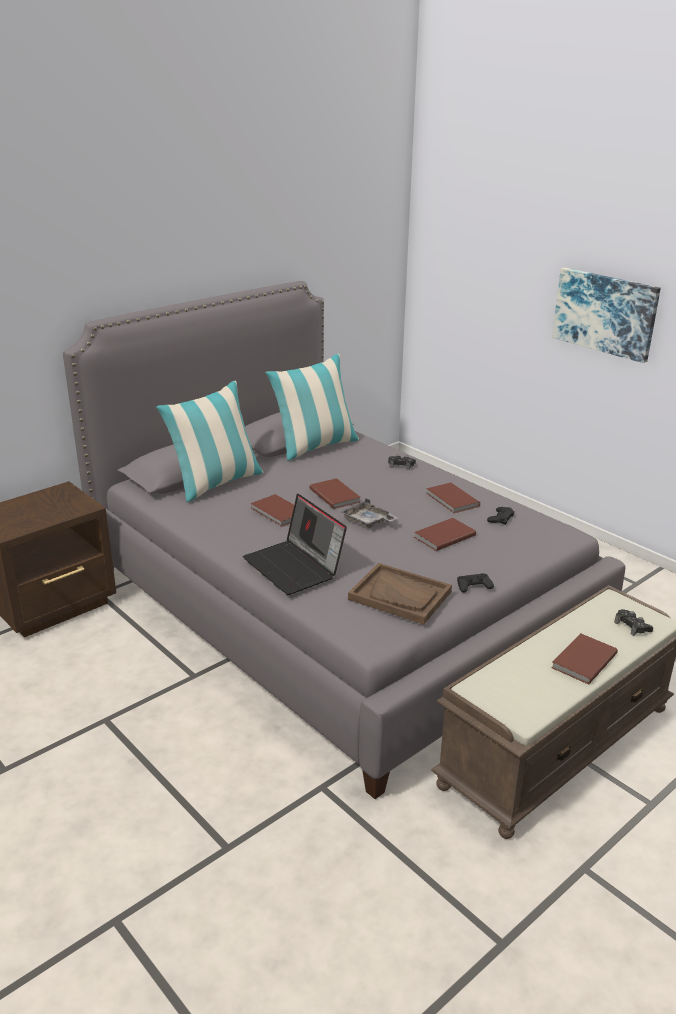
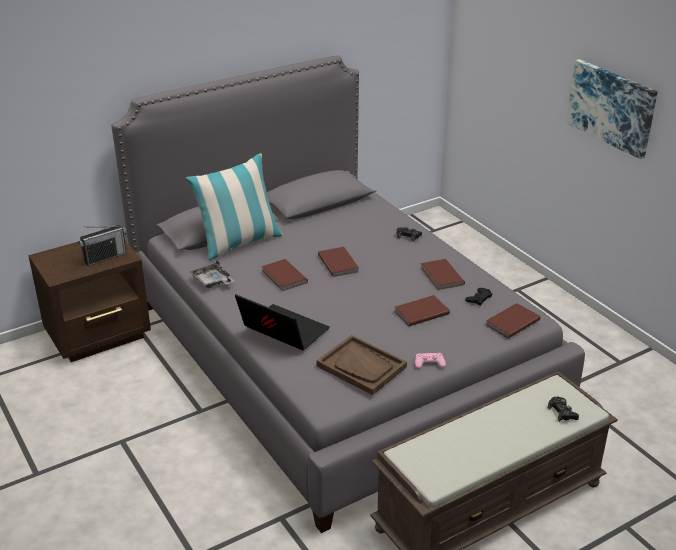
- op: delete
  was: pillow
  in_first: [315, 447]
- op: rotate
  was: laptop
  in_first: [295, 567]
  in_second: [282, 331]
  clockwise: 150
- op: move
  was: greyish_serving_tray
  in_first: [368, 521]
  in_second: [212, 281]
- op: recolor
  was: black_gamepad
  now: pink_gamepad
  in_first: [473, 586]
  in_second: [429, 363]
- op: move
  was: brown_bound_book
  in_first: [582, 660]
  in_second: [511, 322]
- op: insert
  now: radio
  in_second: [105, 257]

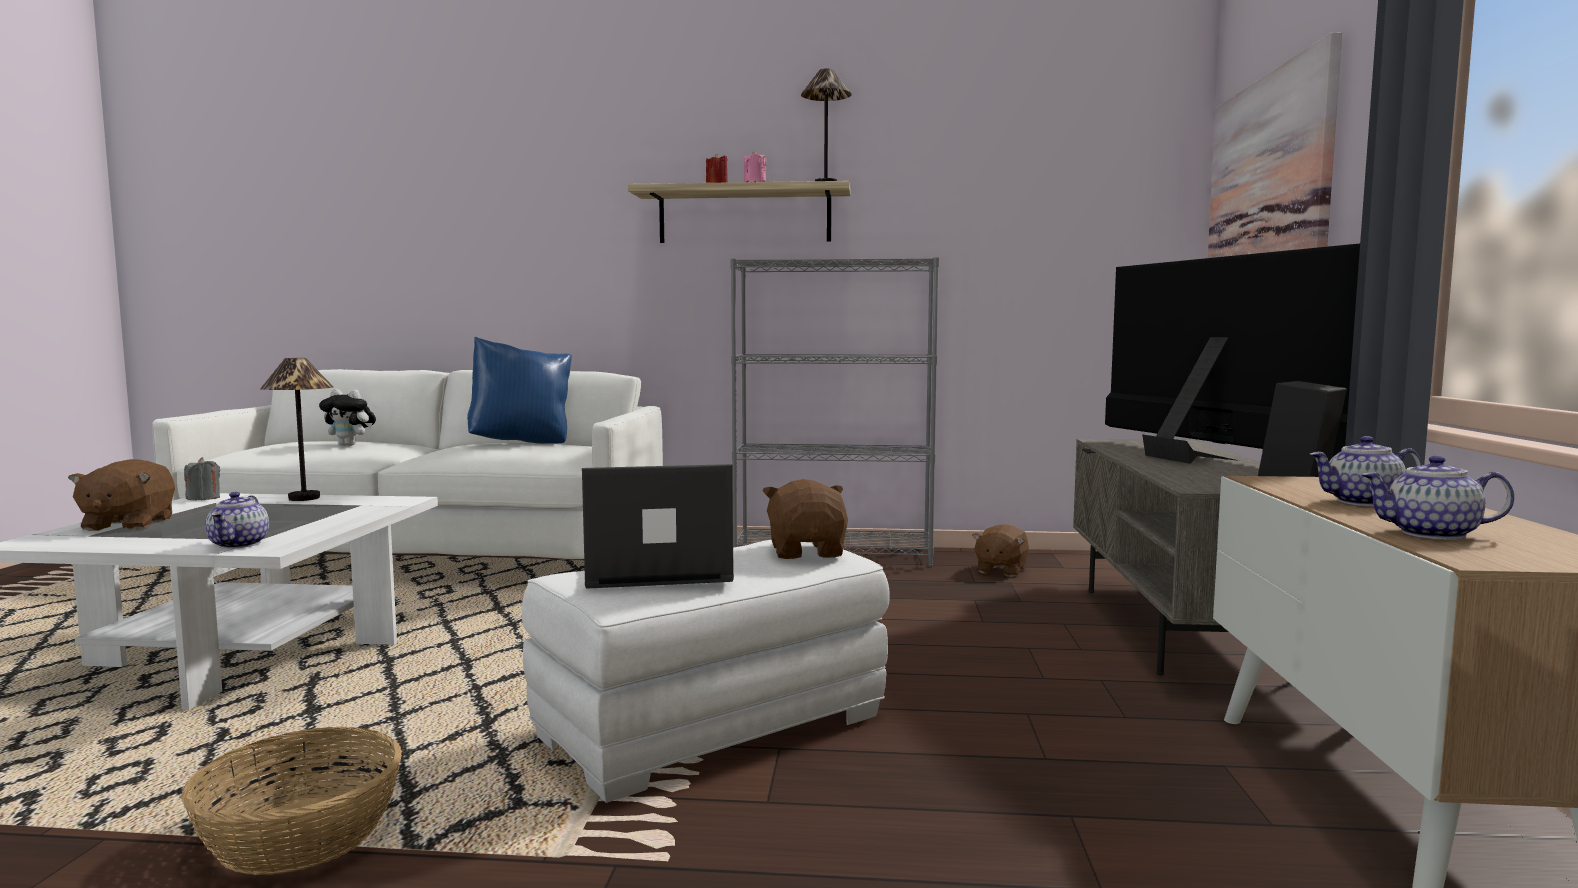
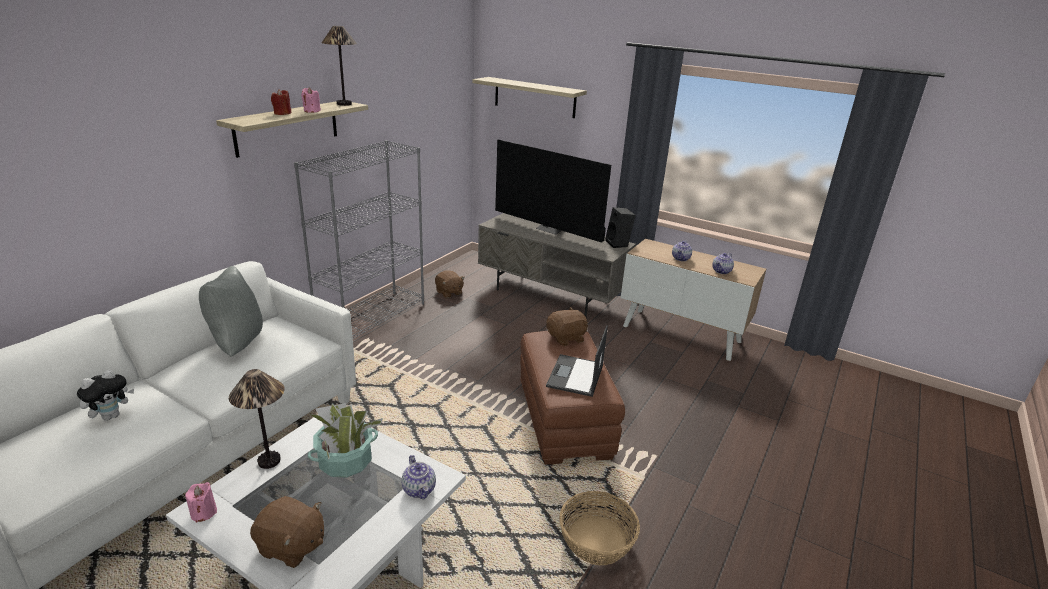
- op: replace
  was: picture
  now: wall_shelf
  in_first: [1268, 178]
  in_second: [534, 97]
- op: rotate
  was: TV
  in_first: [1198, 457]
  in_second: [550, 229]
  clockwise: -150
- op: recolor
  was: bluish_pillow
  now: greyish_pillow
  in_first: [522, 443]
  in_second: [237, 344]
- op: recolor
  was: greyish_candle
  now: pink_candle
  in_first: [203, 498]
  in_second: [203, 512]
- op: rotate
  was: brown_plush_toy
  in_first: [807, 552]
  in_second: [566, 338]
  clockwise: 135
- op: rotate
  was: pot_for_tea
  in_first: [240, 544]
  in_second: [419, 489]
  clockwise: 45
- op: recolor
  was: white-coloured_pouffe
  now: brown_pouffe
  in_first: [710, 728]
  in_second: [565, 420]
- op: insert
  now: potted_plant
  in_second: [345, 462]

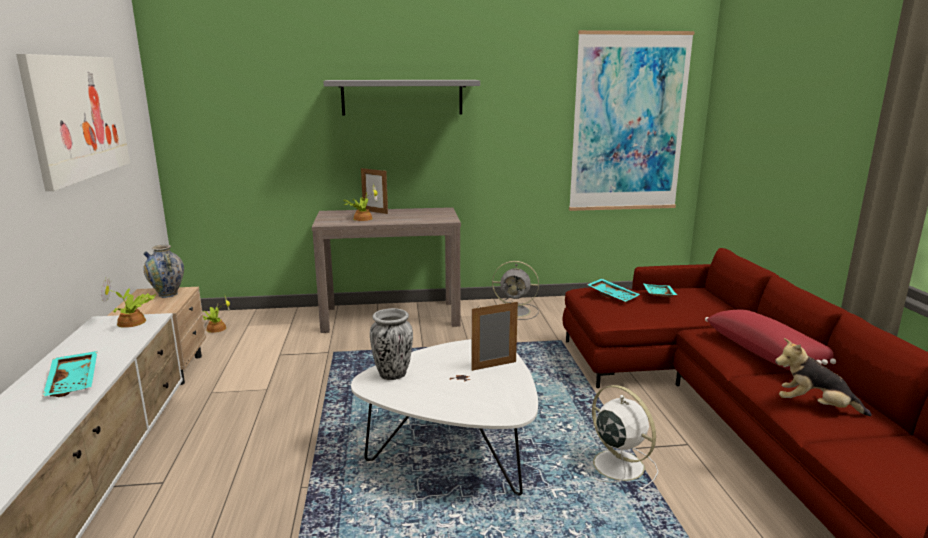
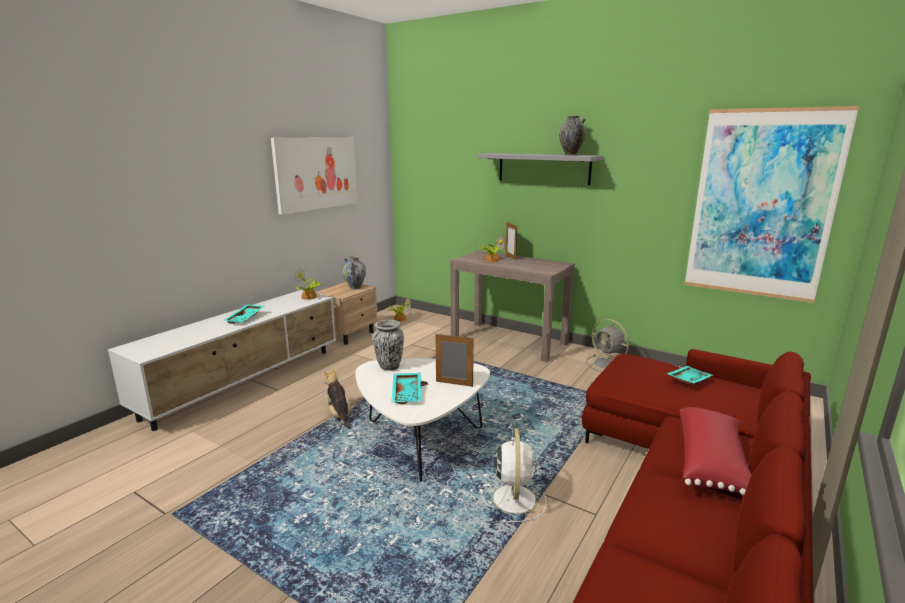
- op: move
  was: turquoise-coloured_serving_tray
  in_first: [613, 296]
  in_second: [408, 393]
- op: move
  was: plush_toy
  in_first: [814, 407]
  in_second: [339, 415]
- op: insert
  now: flower_vase
  in_second: [571, 155]

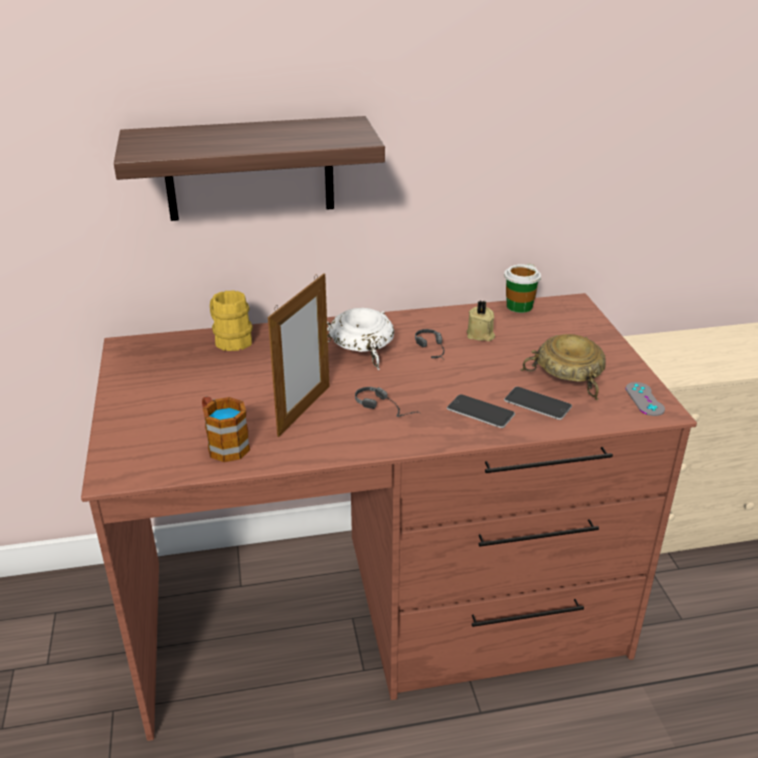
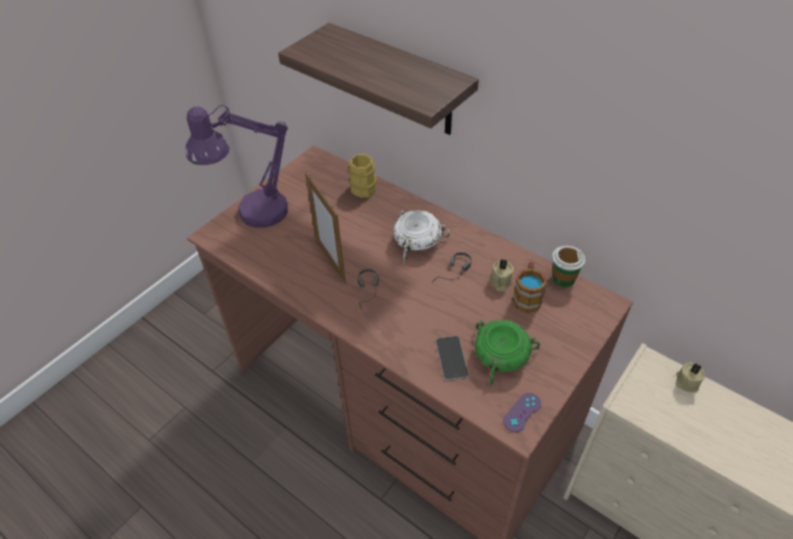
- op: rotate
  was: picture_frame
  in_first: [304, 410]
  in_second: [330, 261]
  clockwise: 75
- op: recolor
  was: sand-coloured_deep_dish
  now: green-coloured_deep_dish
  in_first: [566, 377]
  in_second: [500, 354]
- op: recolor
  was: greyish_gamepad
  now: purple_gamepad
  in_first: [644, 399]
  in_second: [522, 412]
- op: delete
  was: phone
  in_first: [480, 411]
- op: move
  was: mug
  in_first: [224, 444]
  in_second: [527, 296]
- op: insert
  now: purple_table_lamp
  in_second: [254, 215]
- op: insert
  now: sand-coloured_candle
  in_second: [686, 382]

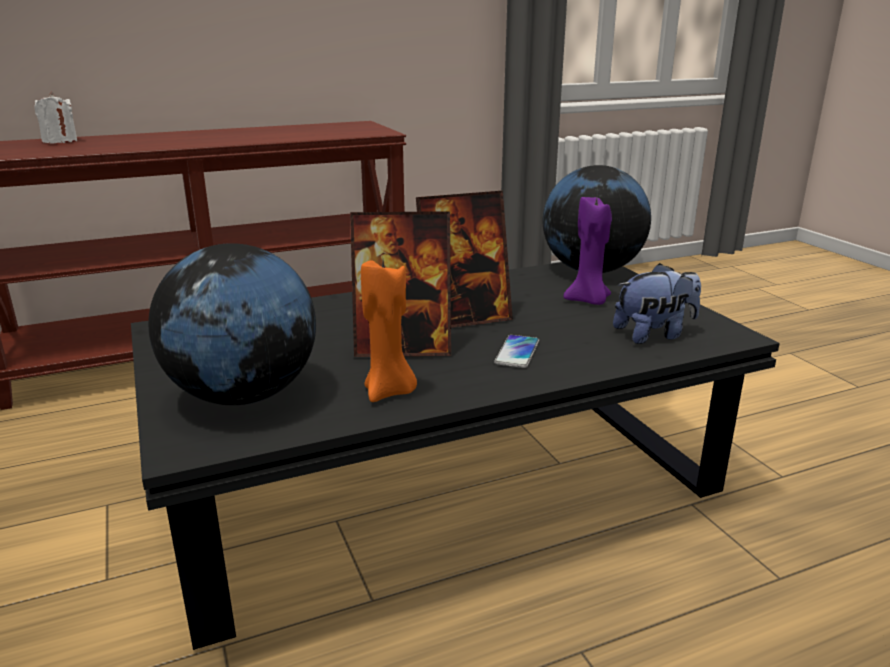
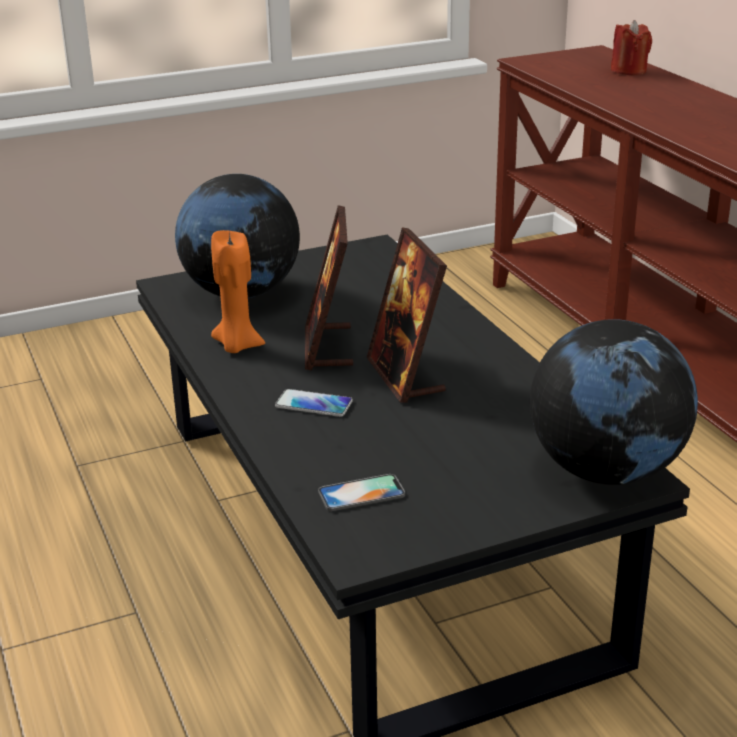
- op: recolor
  was: white-coloured_candle
  now: red_candle
  in_first: [60, 141]
  in_second: [629, 71]
- op: delete
  was: purple_candle
  in_first: [588, 301]
- op: replace
  was: plush_toy
  now: phone
  in_first: [654, 334]
  in_second: [361, 493]

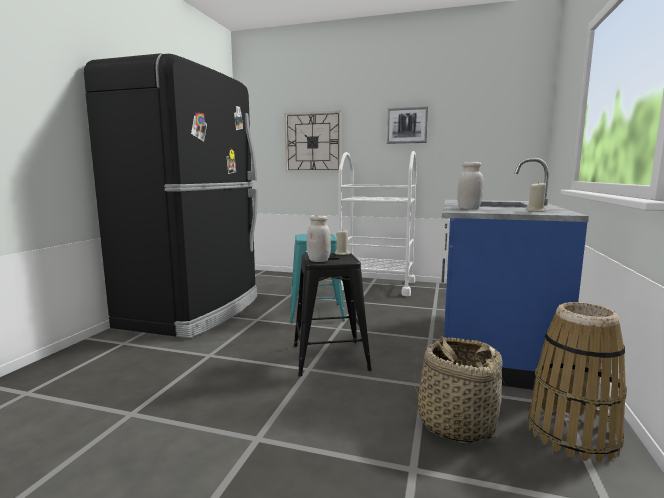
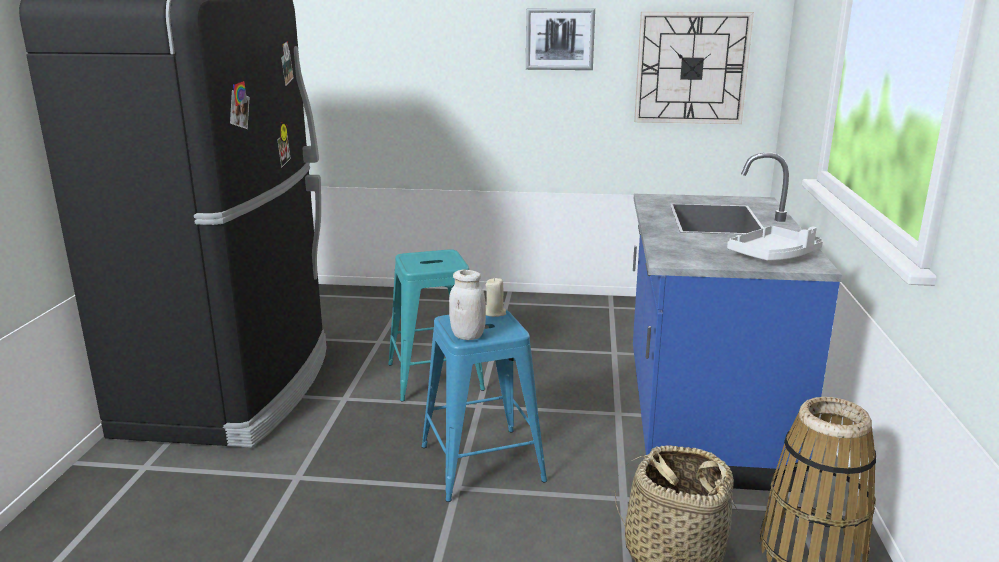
- op: move
  was: clock_on_the_wall
  in_first: [313, 142]
  in_second: [691, 68]
- op: delete
  was: white-coloured_trolley
  in_first: [376, 286]
- op: delete
  was: white-coloured_preserve_jar
  in_first: [469, 209]
- op: replace
  was: sand-coloured_candle
  now: white-coloured_serving_tray
  in_first: [536, 211]
  in_second: [773, 255]
- op: recolor
  was: black_stool_seat
  now: bluish_stool_seat
  in_first: [330, 357]
  in_second: [482, 463]

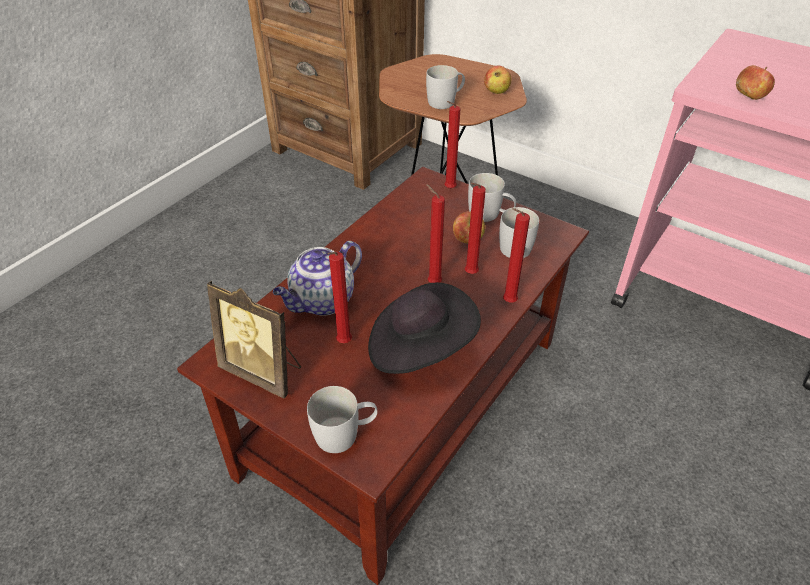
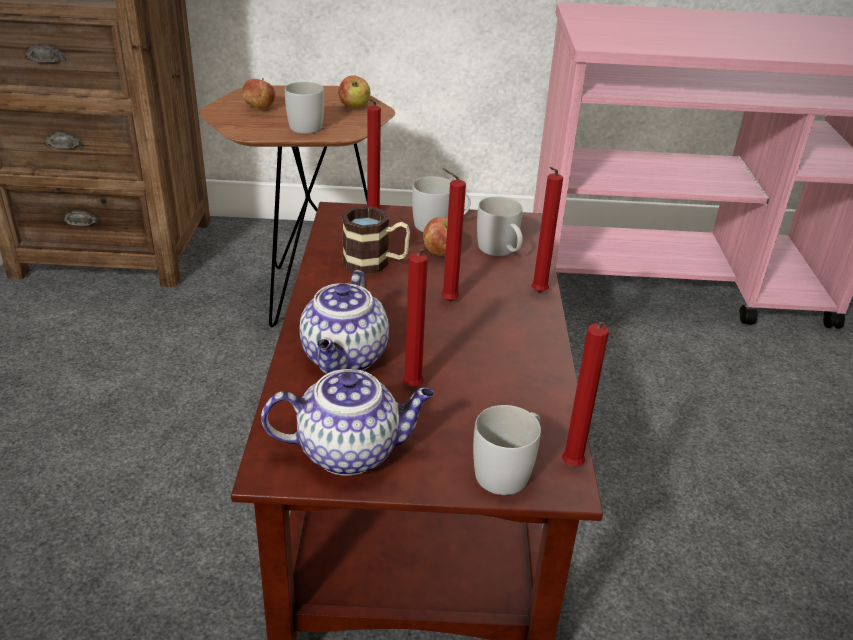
- op: move
  was: apple_fruit
  in_first: [749, 97]
  in_second: [259, 108]
- op: move
  was: red_candle
  in_first: [469, 274]
  in_second: [571, 468]
- op: replace
  was: picture_frame
  now: pot_for_tea
  in_first: [264, 371]
  in_second: [351, 451]
- op: delete
  was: black_wearable_hat
  in_first: [419, 347]
- op: insert
  now: mug
  in_second: [375, 263]

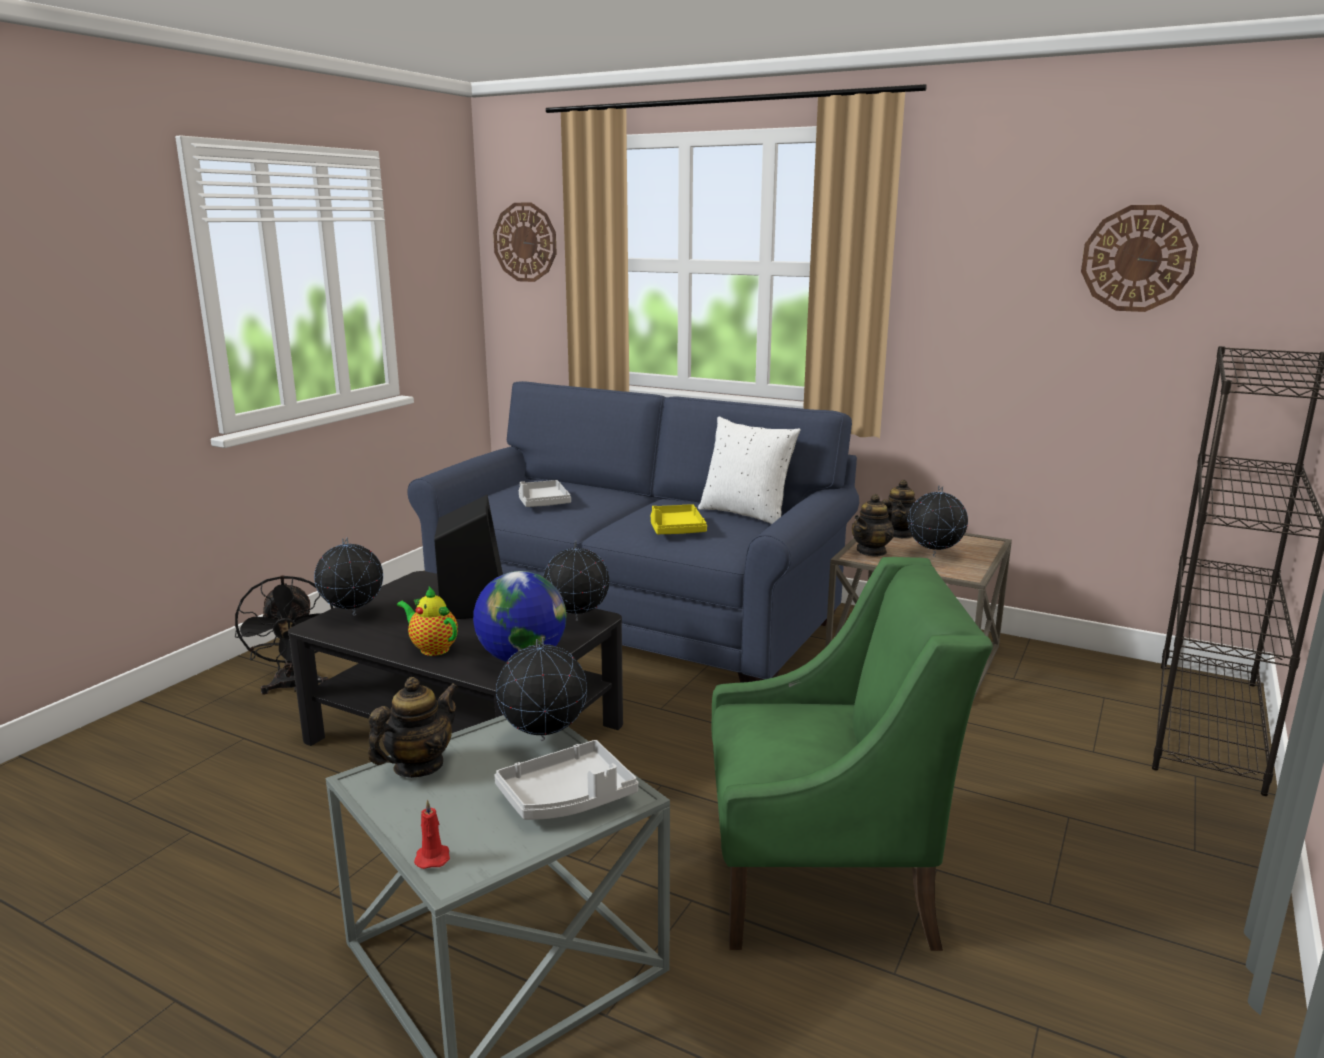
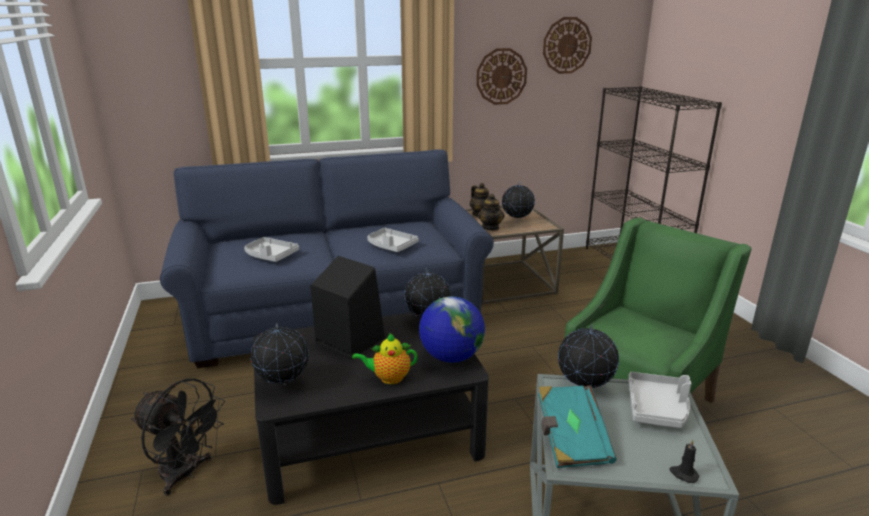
- op: move
  was: clock_on_the_wall
  in_first: [525, 242]
  in_second: [501, 76]
- op: delete
  was: white-coloured_pillow
  in_first: [746, 514]
- op: recolor
  was: yellowish_serving_tray
  now: greyish_serving_tray
  in_first: [675, 529]
  in_second: [391, 246]
- op: replace
  was: pot_for_tea
  now: turquoise-coloured_bound_book
  in_first: [418, 766]
  in_second: [571, 439]
- op: recolor
  was: red_candle
  now: black_candle
  in_first: [432, 857]
  in_second: [683, 474]

